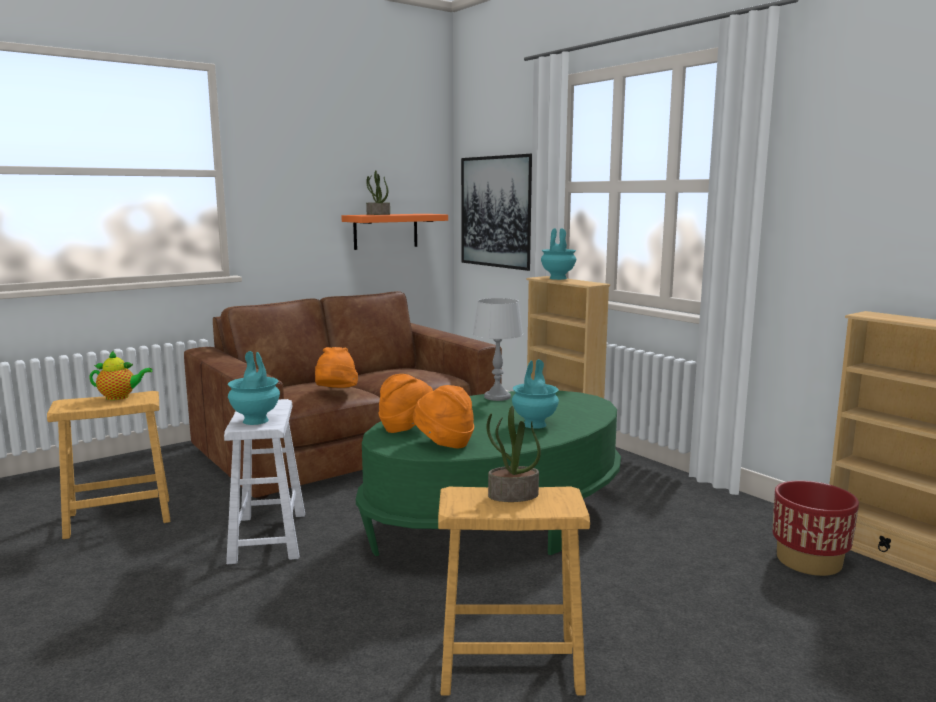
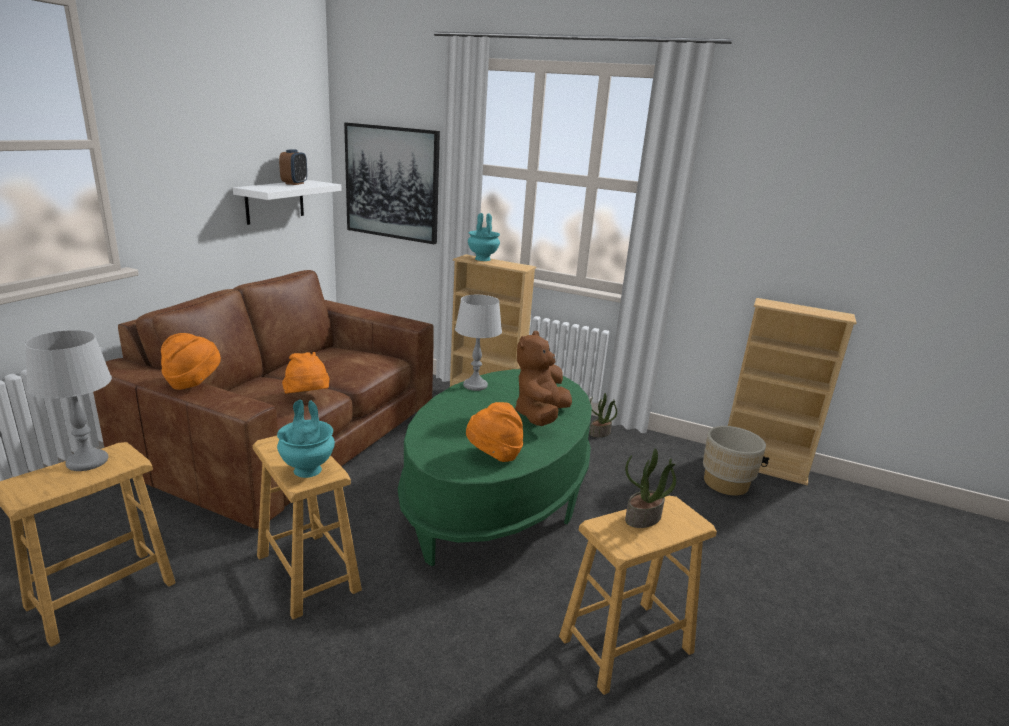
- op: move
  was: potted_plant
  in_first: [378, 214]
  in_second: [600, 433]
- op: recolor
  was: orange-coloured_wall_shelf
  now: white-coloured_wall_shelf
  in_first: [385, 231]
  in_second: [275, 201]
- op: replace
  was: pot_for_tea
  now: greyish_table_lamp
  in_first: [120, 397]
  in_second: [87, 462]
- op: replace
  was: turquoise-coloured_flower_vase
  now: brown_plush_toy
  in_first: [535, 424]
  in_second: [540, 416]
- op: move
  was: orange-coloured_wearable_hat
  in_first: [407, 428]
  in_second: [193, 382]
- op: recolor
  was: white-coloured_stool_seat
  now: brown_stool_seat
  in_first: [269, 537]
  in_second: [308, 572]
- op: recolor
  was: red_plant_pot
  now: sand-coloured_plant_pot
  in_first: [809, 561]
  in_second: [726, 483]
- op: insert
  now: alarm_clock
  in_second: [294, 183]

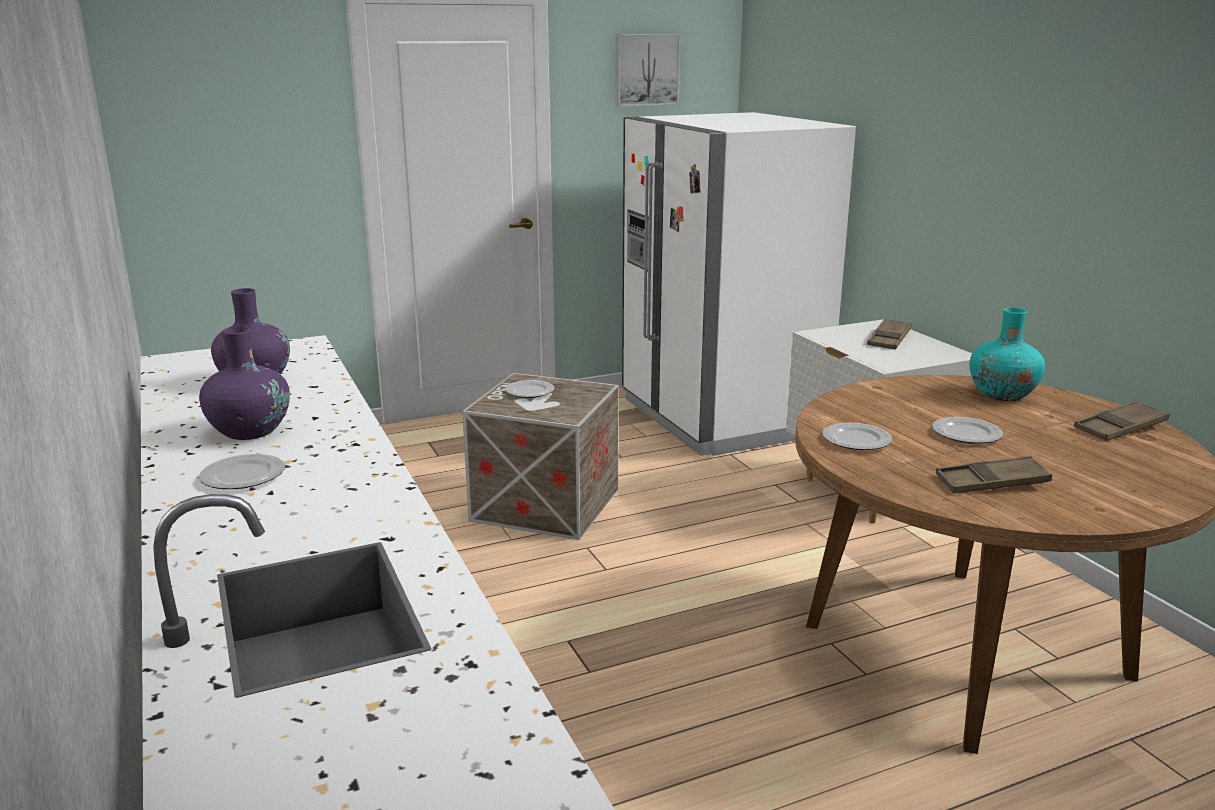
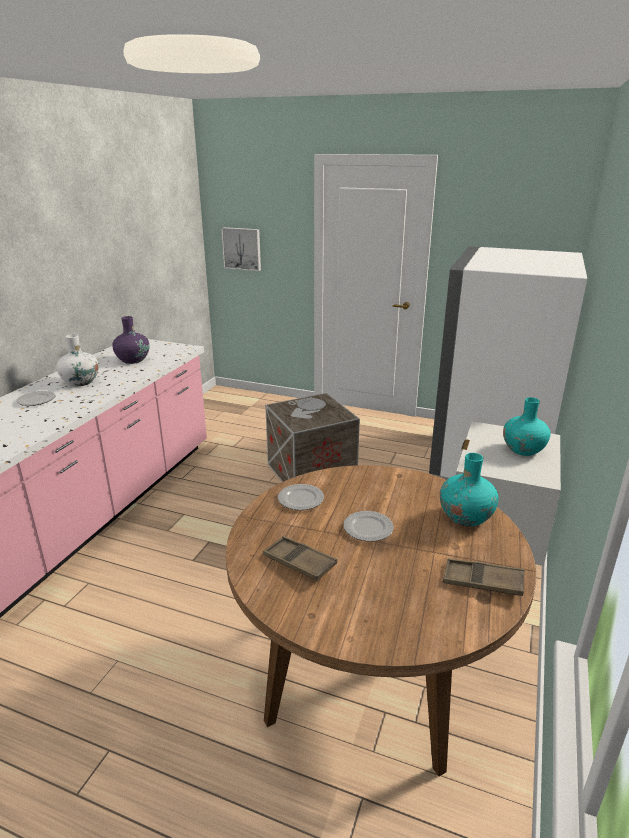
- op: move
  was: picture
  in_first: [646, 69]
  in_second: [242, 248]
- op: replace
  was: brown_serving_tray
  now: turquoise-coloured_flower_vase
  in_first: [889, 339]
  in_second: [523, 450]
- op: recolor
  was: purple_flower_vase
  now: white-coloured_flower_vase
  in_first: [249, 431]
  in_second: [80, 382]

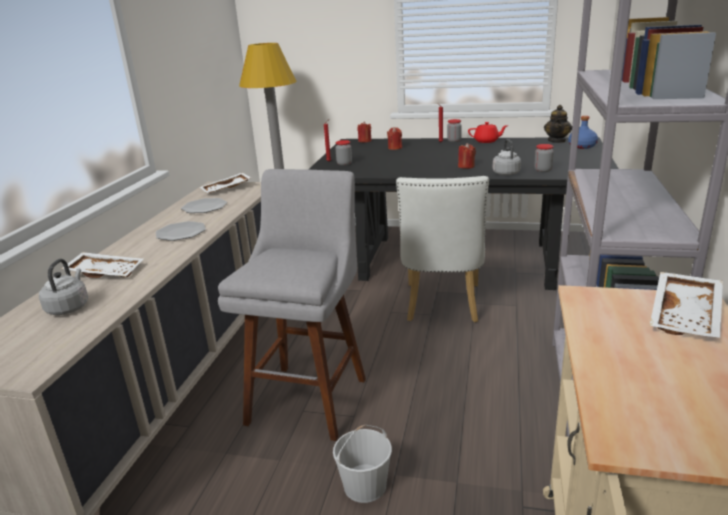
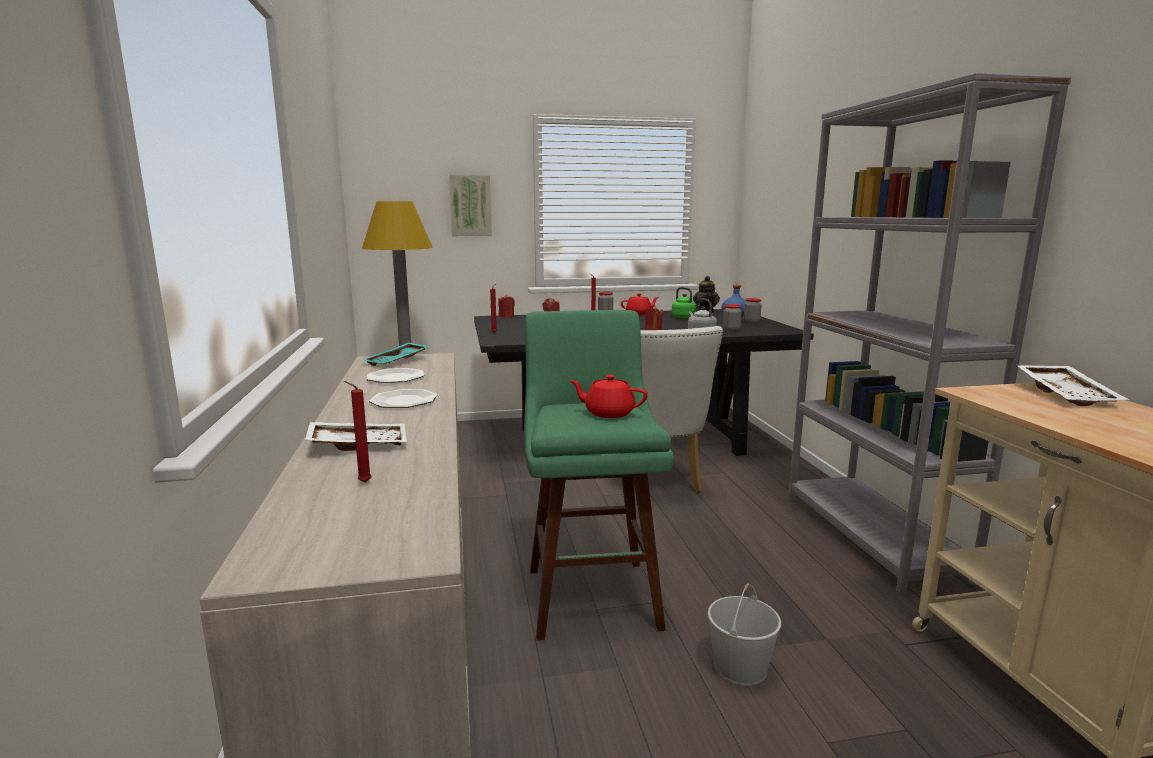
- op: move
  was: preserve_jar
  in_first: [344, 164]
  in_second: [751, 322]
- op: recolor
  was: greyish_stool_seat
  now: green-coloured_stool_seat
  in_first: [310, 395]
  in_second: [591, 591]
- op: recolor
  was: white-coloured_serving_tray
  now: turquoise-coloured_serving_tray
  in_first: [226, 189]
  in_second: [398, 361]
- op: replace
  was: greyish_kettle
  now: red_candle
  in_first: [69, 307]
  in_second: [362, 483]
- op: insert
  now: picture
  in_second: [470, 206]
- op: insert
  now: green-coloured_kettle
  in_second: [685, 317]
- op: insert
  now: red_pot_for_tea
  in_second: [608, 413]

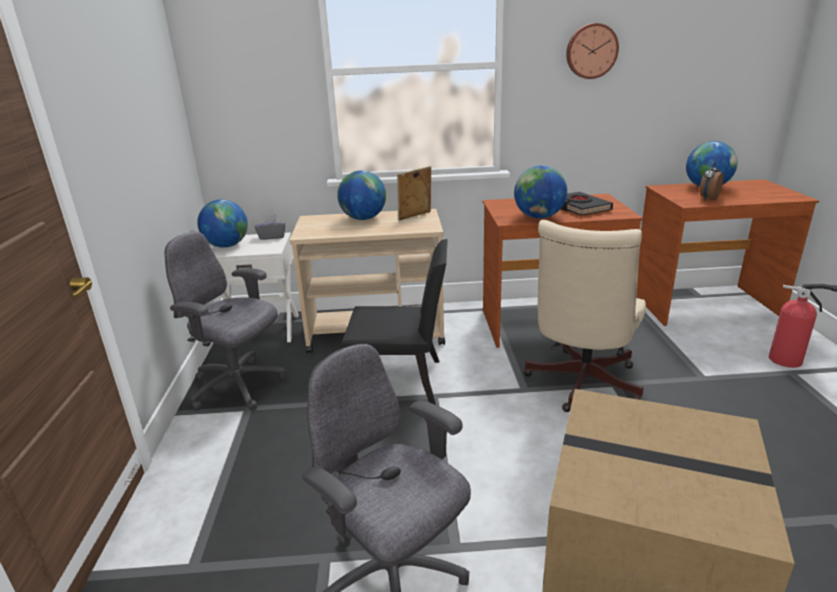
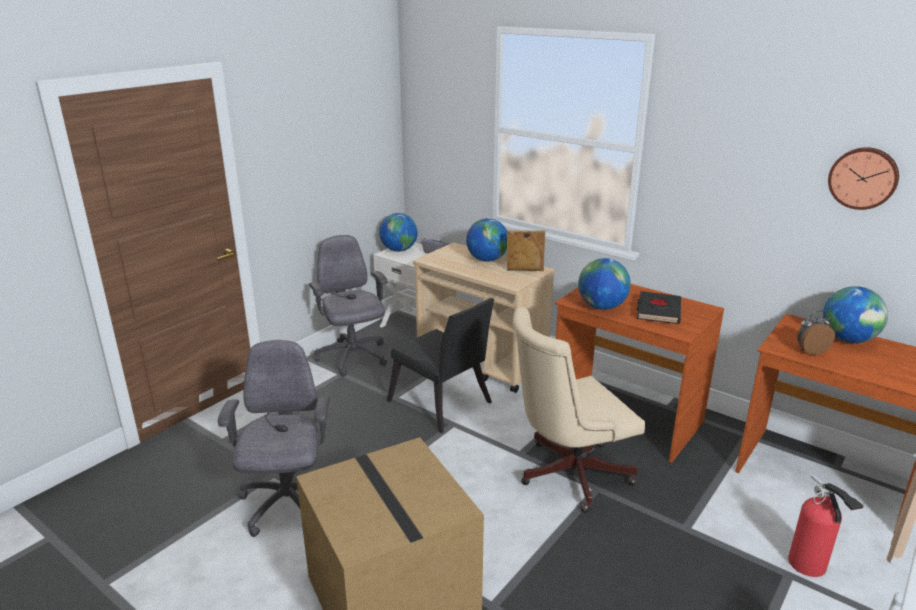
- op: move
  was: clock_on_the_wall
  in_first: [591, 51]
  in_second: [863, 178]

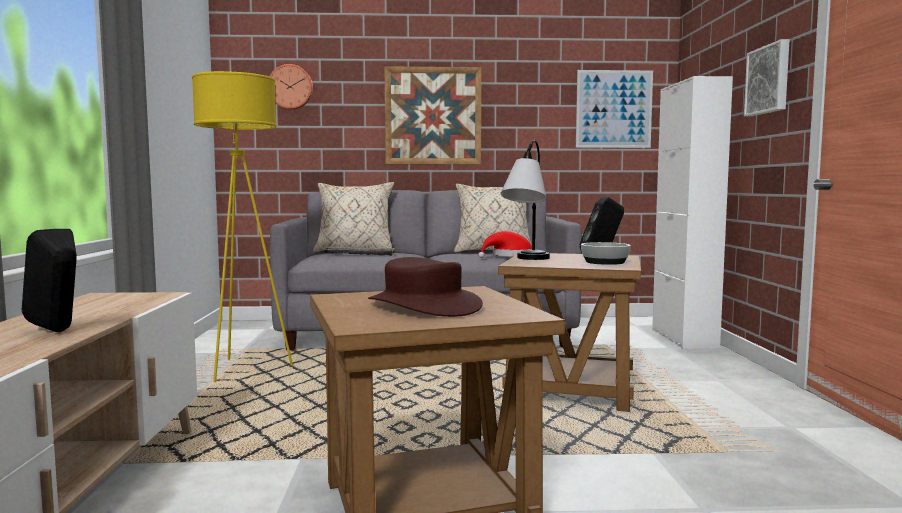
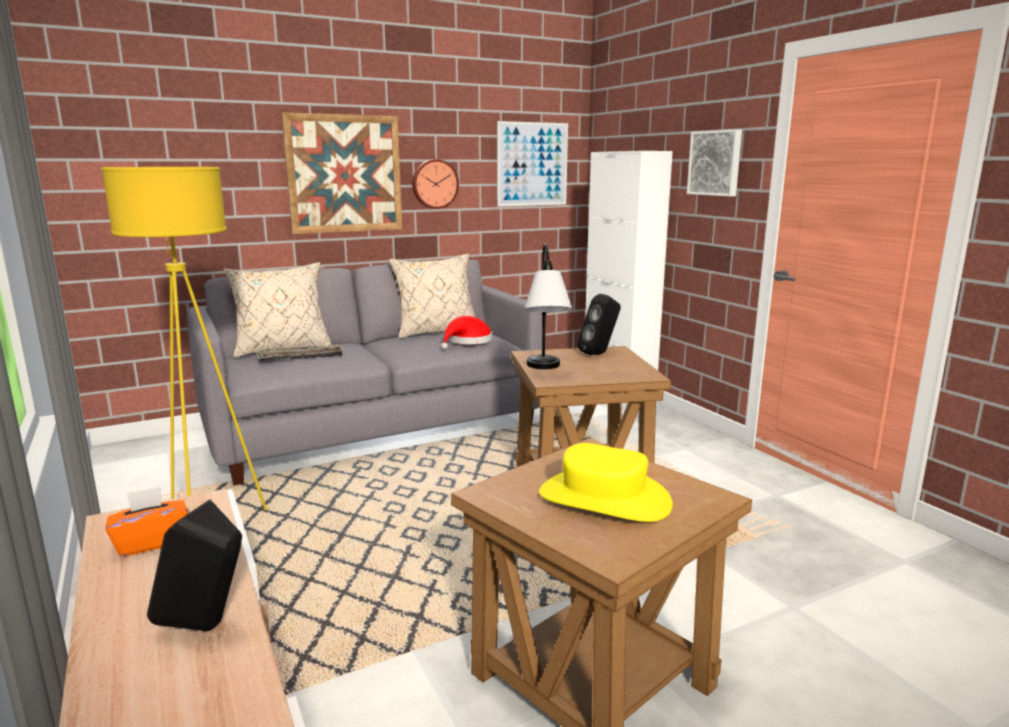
- op: move
  was: clock_on_the_wall
  in_first: [290, 87]
  in_second: [434, 184]
- op: delete
  was: deep_dish
  in_first: [604, 262]
- op: recolor
  was: brown_wearable_hat
  now: yellowish_wearable_hat
  in_first: [423, 306]
  in_second: [603, 499]
- op: insert
  now: orange-coloured_tissue_holder
  in_second: [151, 542]

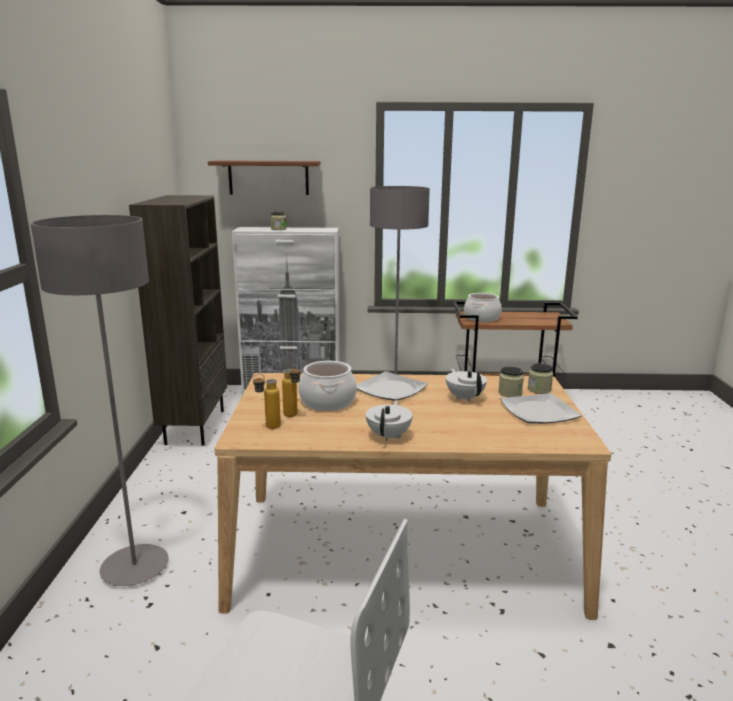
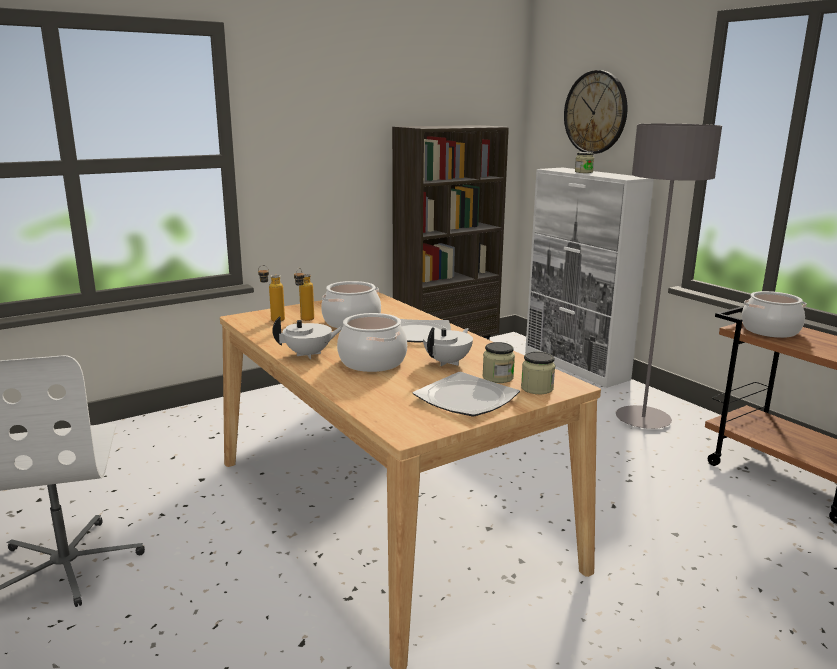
- op: replace
  was: brown_wall_shelf
  now: clock_on_the_wall
  in_first: [268, 177]
  in_second: [595, 112]
- op: delete
  was: greyish_standing_lamp
  in_first: [135, 567]
- op: insert
  now: cooking_pot
  in_second: [373, 362]

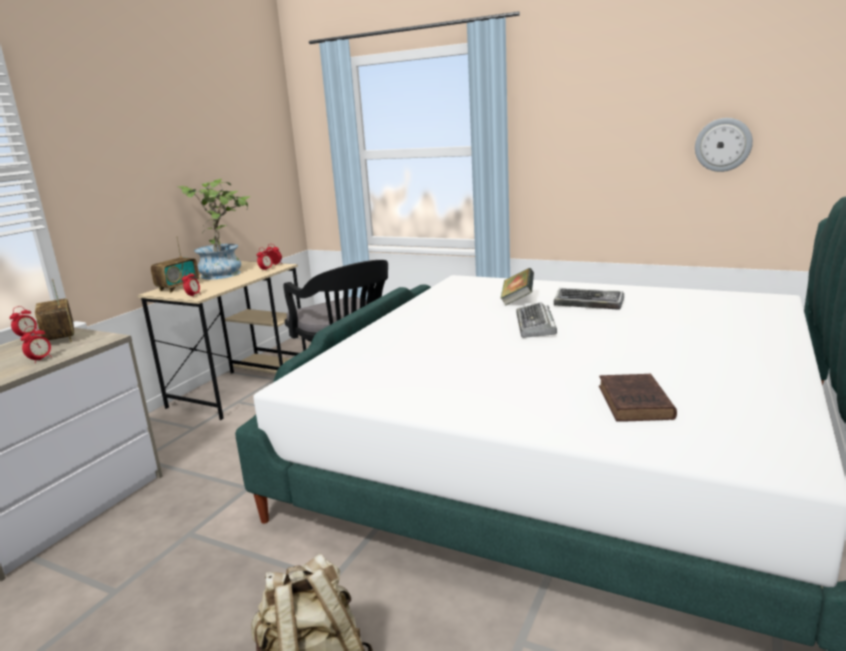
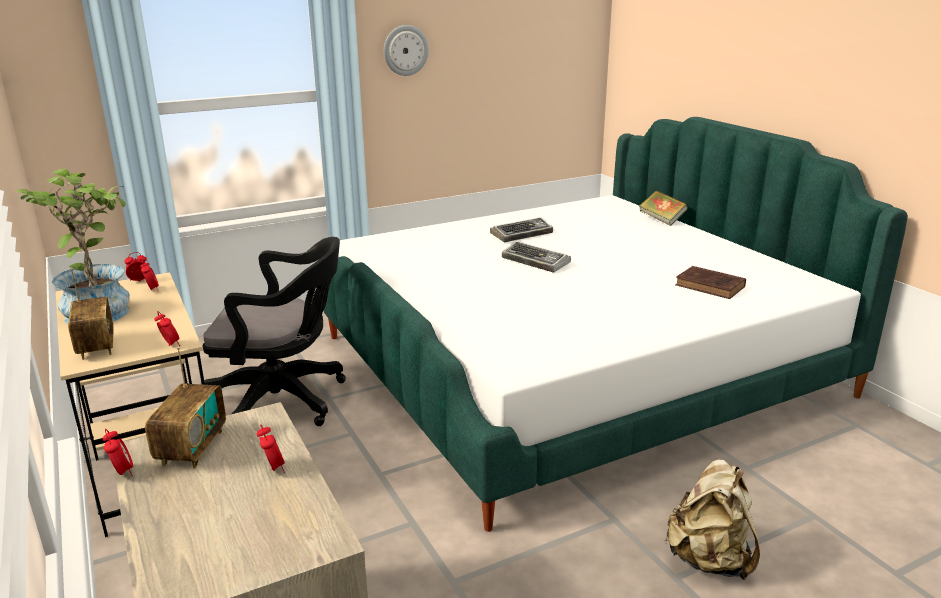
- op: move
  was: clock_on_the_wall
  in_first: [723, 145]
  in_second: [405, 50]
- op: move
  was: bound_book
  in_first: [517, 300]
  in_second: [662, 220]
- op: rotate
  was: radio
  in_first: [60, 338]
  in_second: [192, 448]
  clockwise: -90

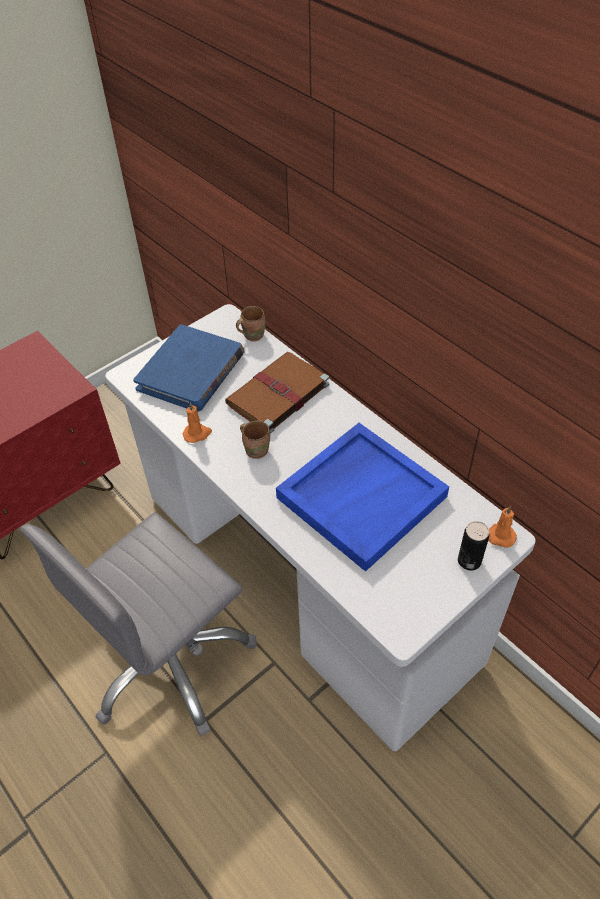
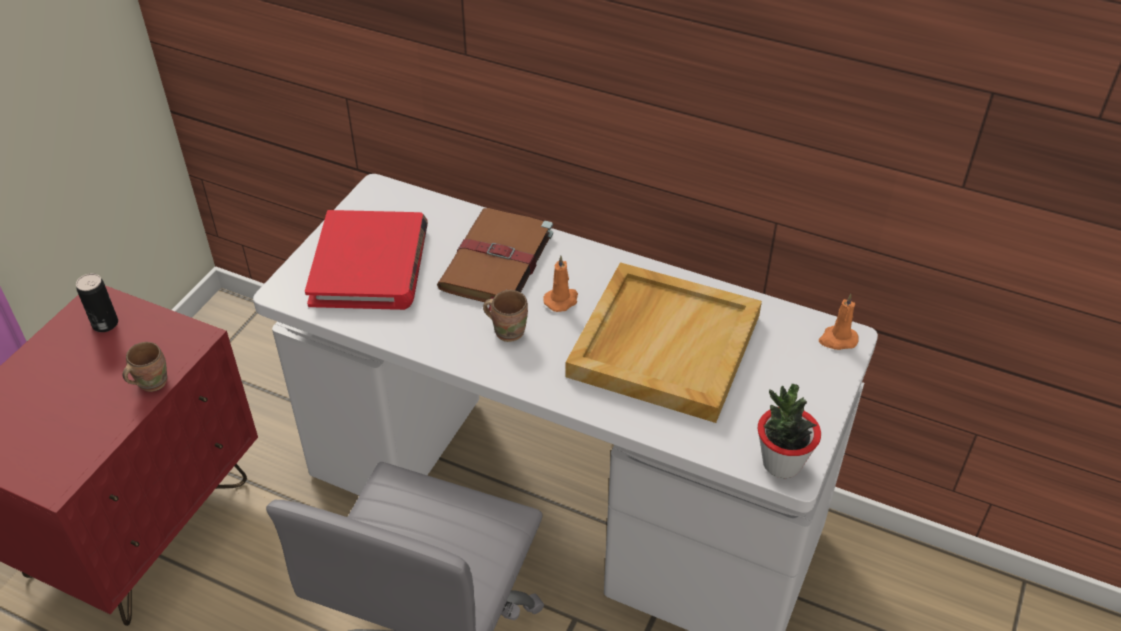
- op: move
  was: brown_mug
  in_first: [252, 335]
  in_second: [150, 382]
- op: recolor
  was: bluish_bound_book
  now: red_bound_book
  in_first: [191, 372]
  in_second: [370, 265]
- op: move
  was: orange-coloured_candle
  in_first: [197, 434]
  in_second: [562, 300]
- op: recolor
  was: bluish_serving_tray
  now: sand-coloured_serving_tray
  in_first: [361, 496]
  in_second: [663, 344]
- op: move
  was: metal_can
  in_first: [469, 561]
  in_second: [105, 324]
- op: insert
  now: potted_plant
  in_second: [781, 463]

